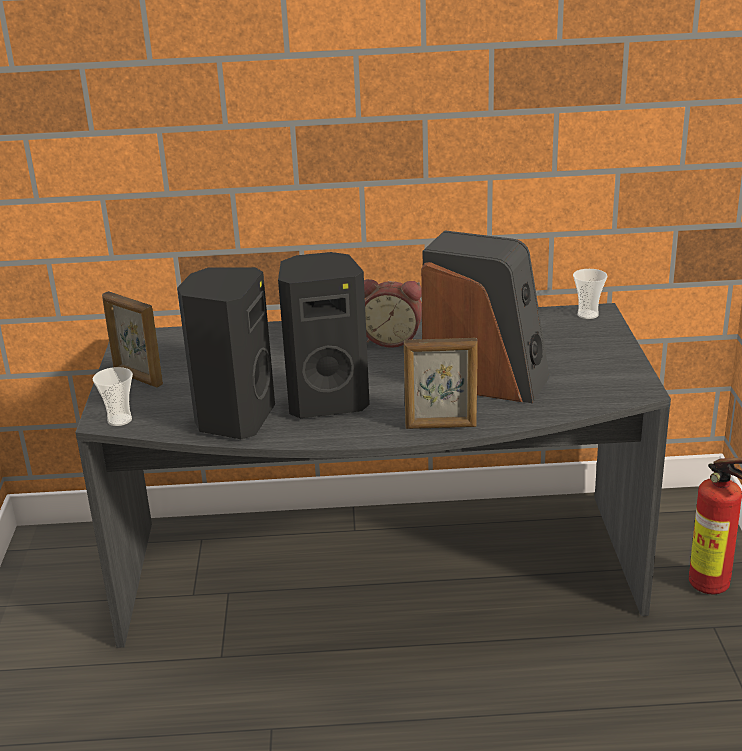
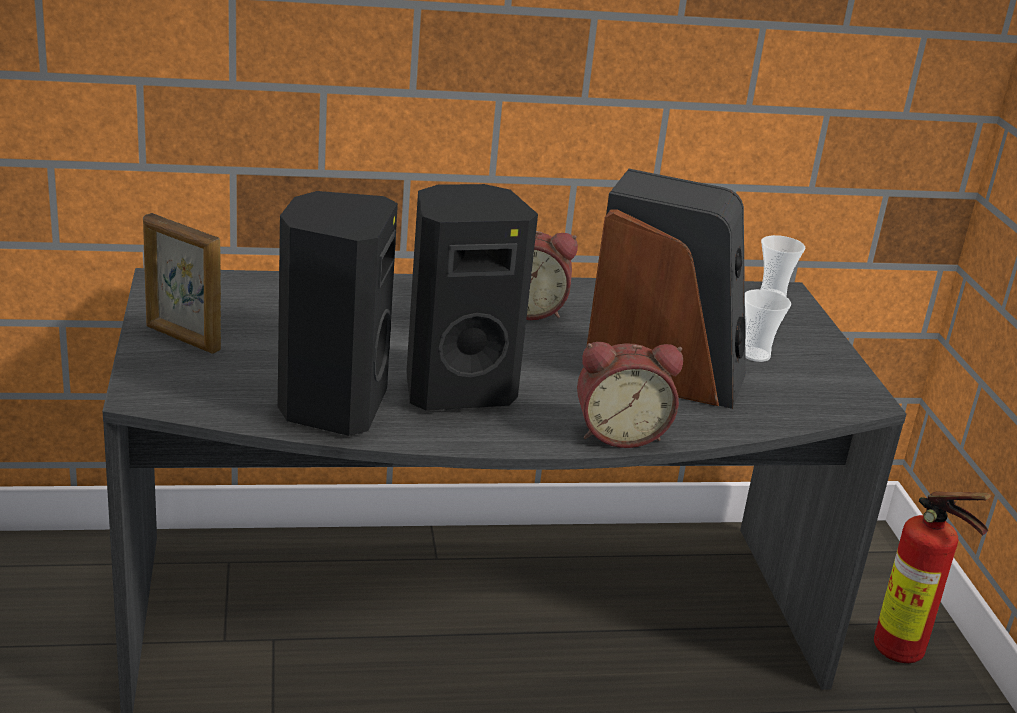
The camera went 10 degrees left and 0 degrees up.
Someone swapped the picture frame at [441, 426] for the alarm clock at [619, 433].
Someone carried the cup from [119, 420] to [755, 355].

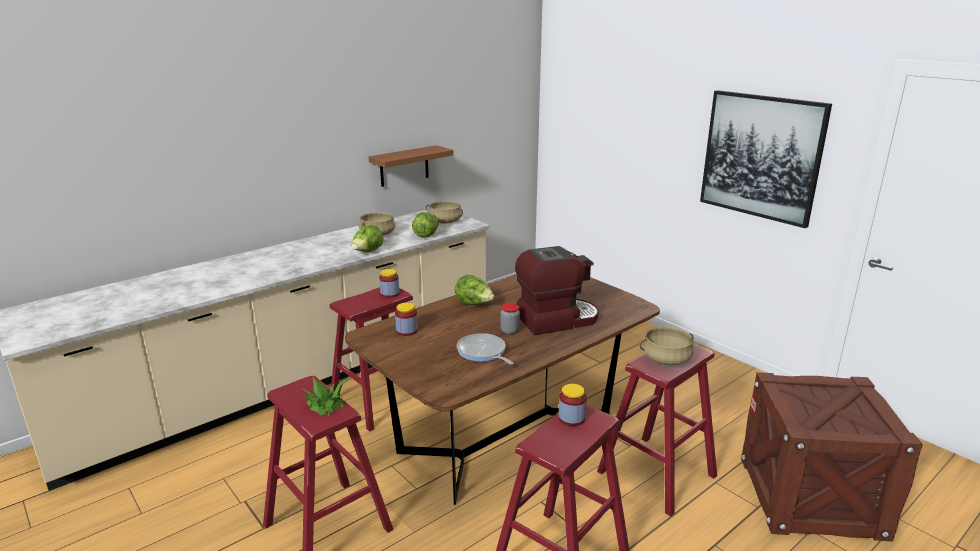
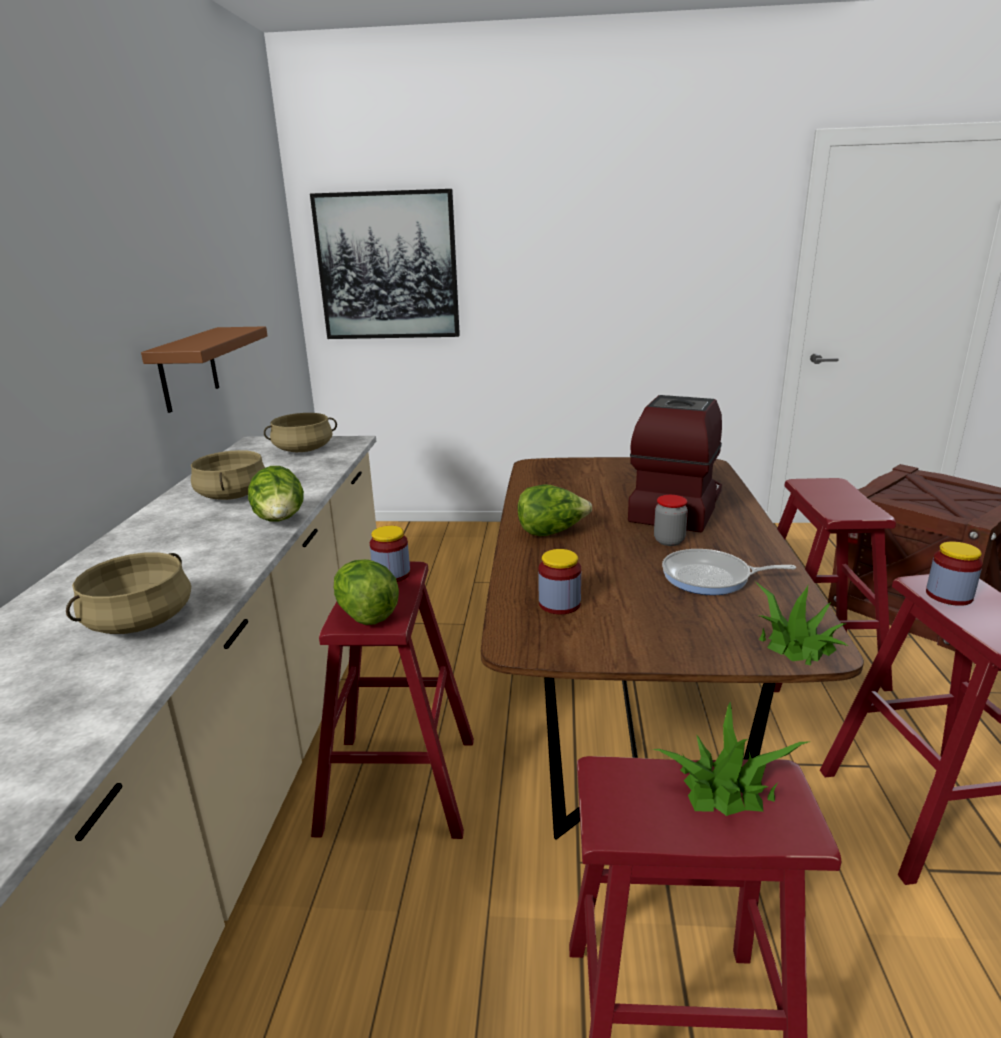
The camera went 45 degrees left and 0 degrees up.
Someone carried the picture from [761, 156] to [388, 266].
Someone carried the lettuce from [426, 235] to [366, 614].
Someone carried the cooking pot/beige from [666, 359] to [140, 620].
Someone put down the potted plant at [795, 644].

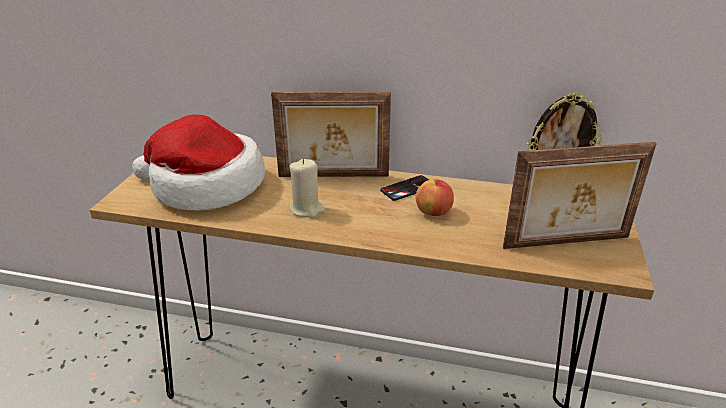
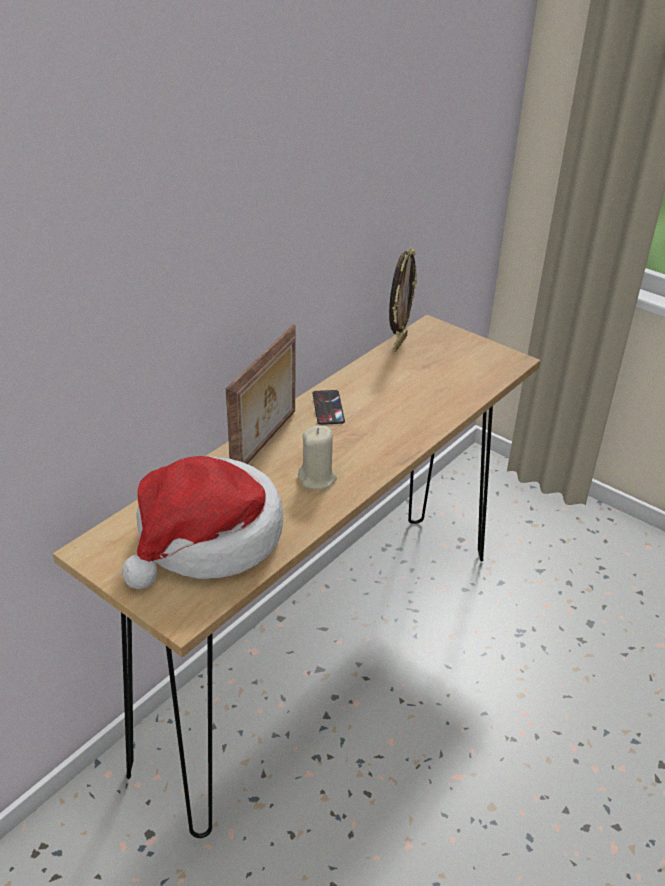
The camera went 65 degrees left and 5 degrees up.
Someone took away the picture frame at [567, 243].
Someone took away the apple at [434, 212].

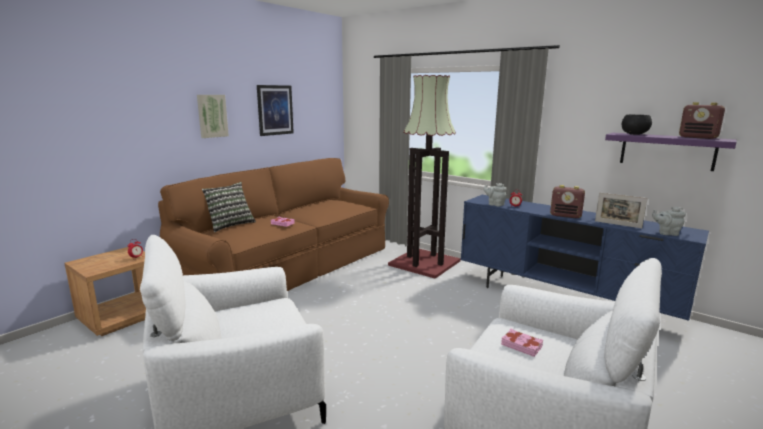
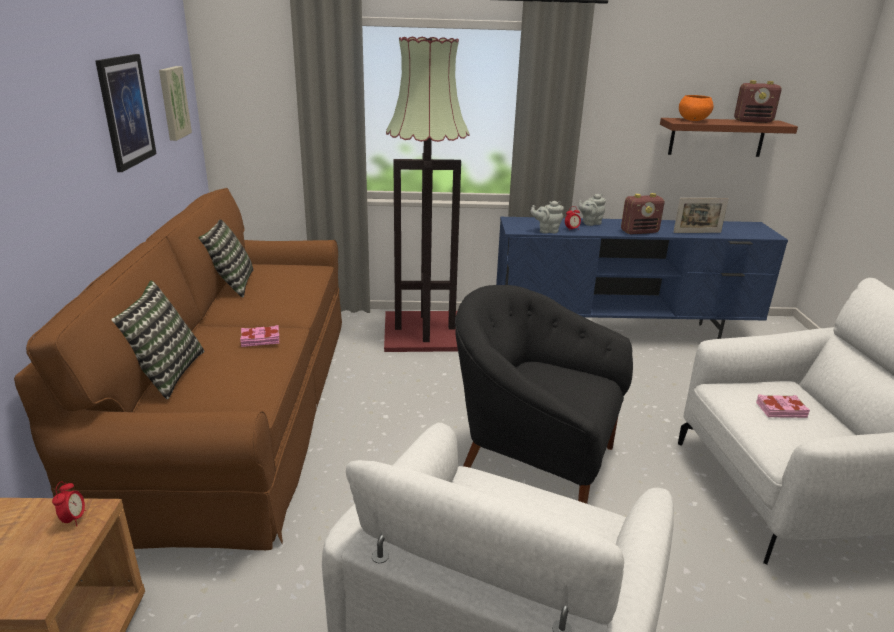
The camera went 40 degrees left and 10 degrees up.
Someone carried the picture from [212, 116] to [173, 103].
Someone repainted the bowl/black at [634, 134], which became the bowl/orange at [692, 120].
Someone repainted the shelf/purple at [667, 151], which became the shelf/brown at [717, 137].
Someone carried the teapot/grey from [666, 233] to [590, 223].
Someone put down the pillow at [230, 284].
Someone put down the armchair/black at [534, 469].

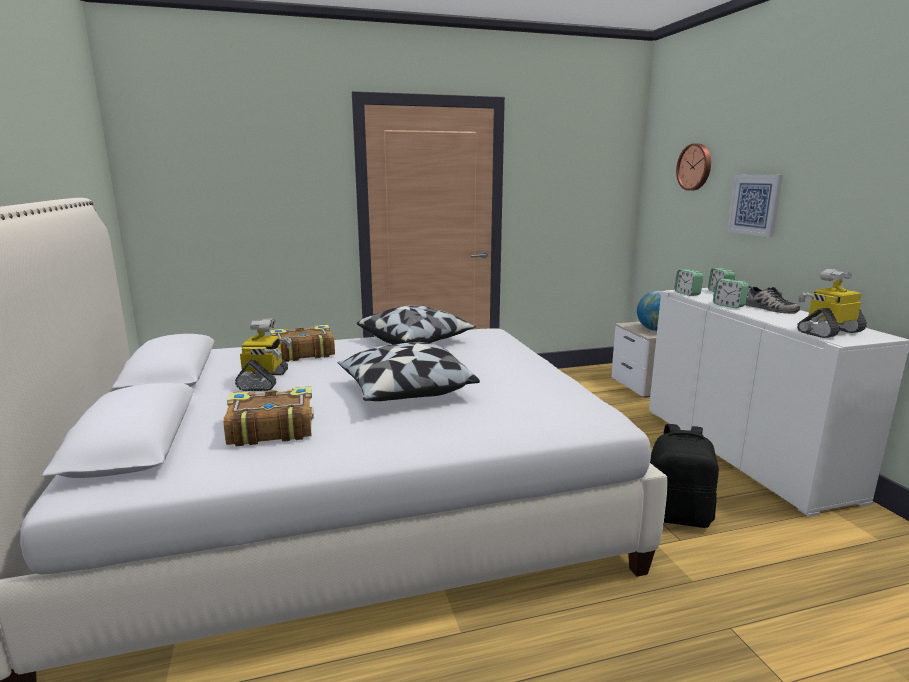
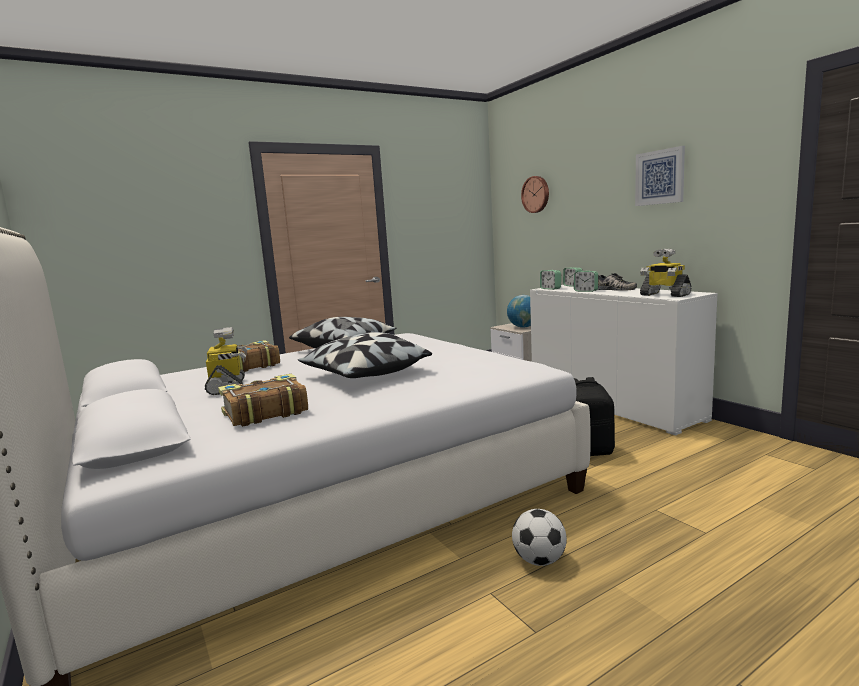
The camera went 15 degrees left and 5 degrees down.
Someone carried the picture from [755, 204] to [660, 177].
Someone rotated the toy robot at [829, 332] by 90 degrees counterclockwise.
Someone put down the football at [539, 560].

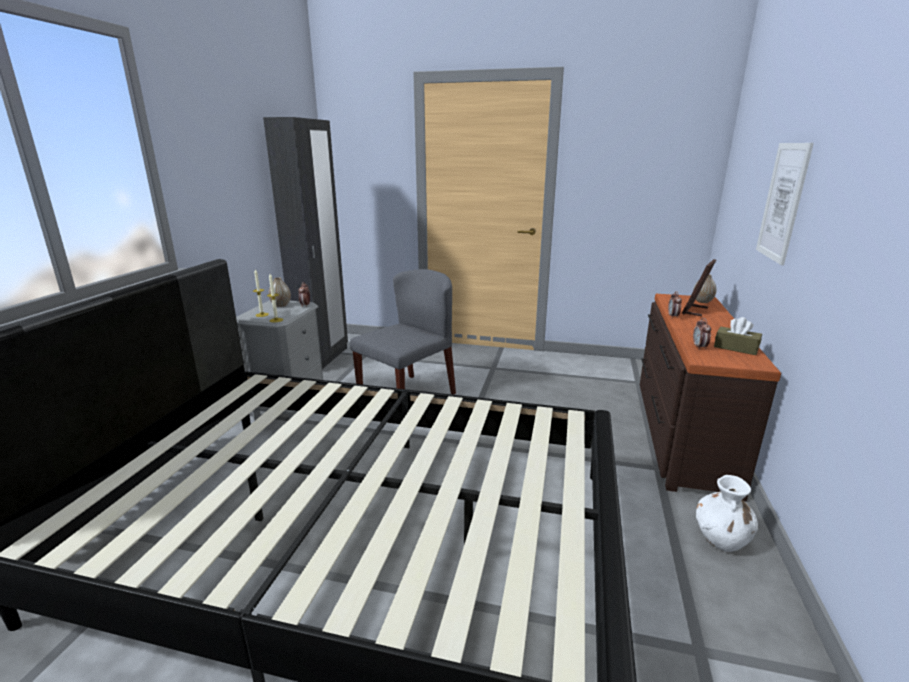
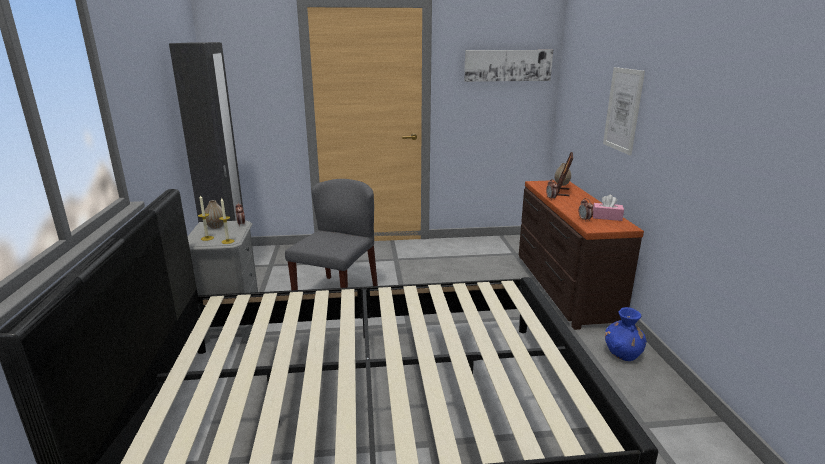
The camera went 20 degrees left and 0 degrees up.
Someone repainted the tissue box/brown at [736, 348], which became the tissue box/pink at [607, 217].
Someone repainted the vase/white at [721, 539], which became the vase/blue at [622, 354].
Someone put up the picture at [507, 65].

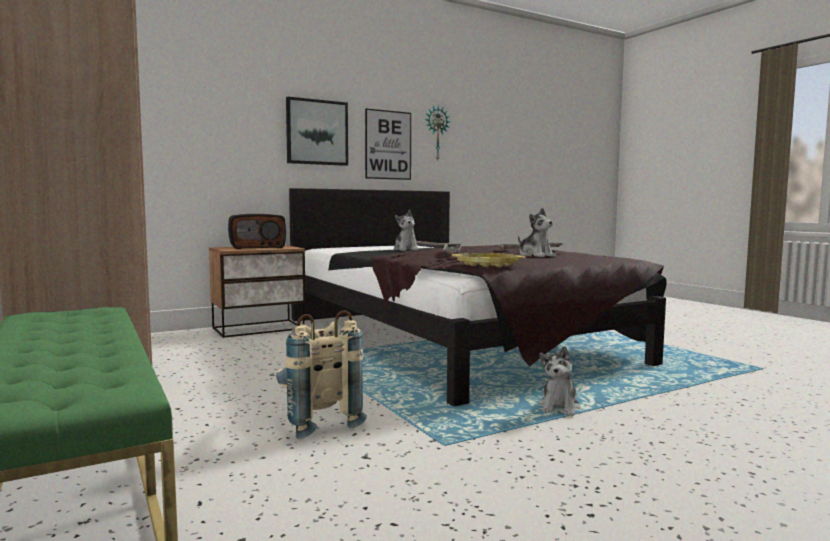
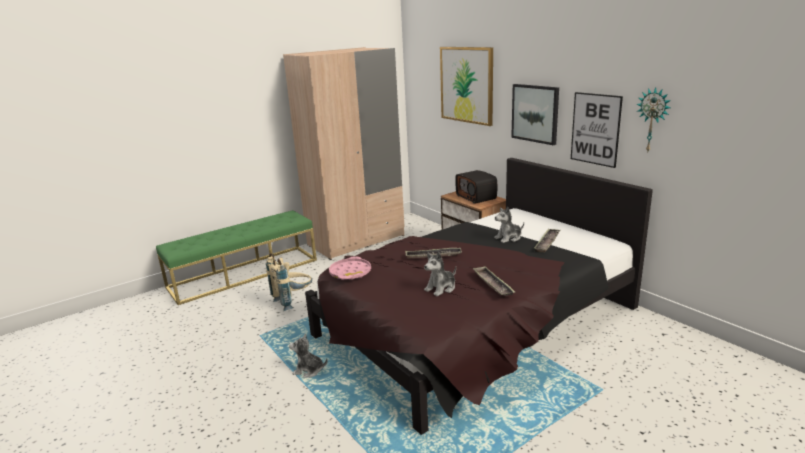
The camera went 85 degrees right and 15 degrees up.
Someone repainted the tray/yellow at [487, 265], which became the tray/pink at [350, 272].
Someone put up the picture at [466, 85].

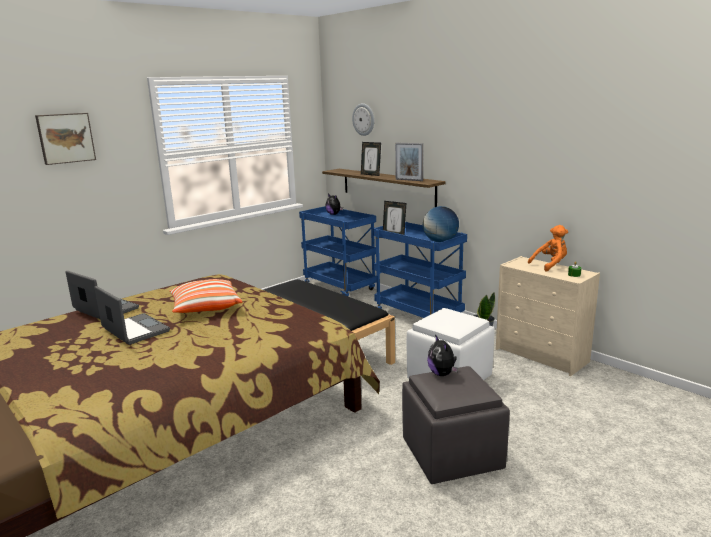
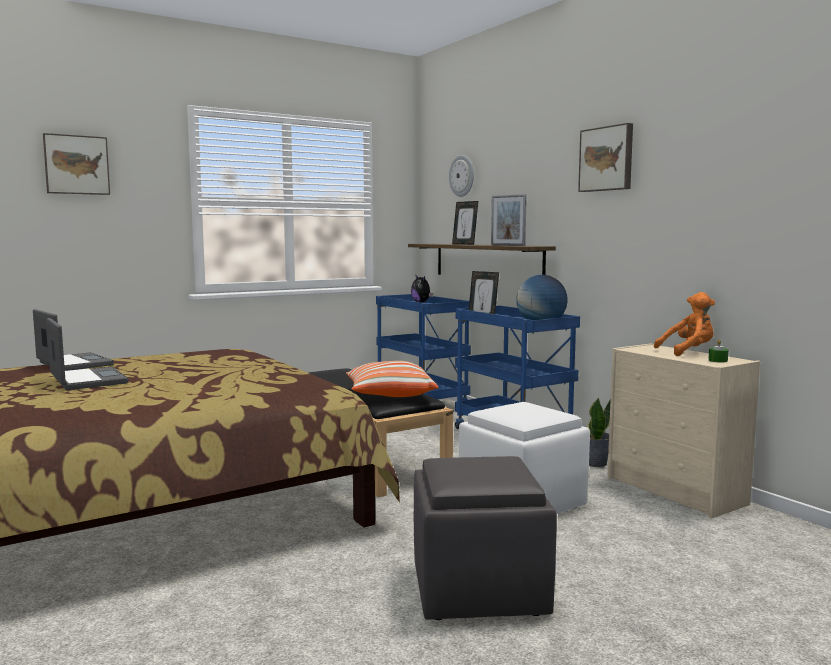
The camera went 10 degrees right and 10 degrees down.
Someone carried the pillow from [205, 308] to [389, 395].
Someone took away the plush toy at [442, 374].
Someone put up the picture at [607, 159].

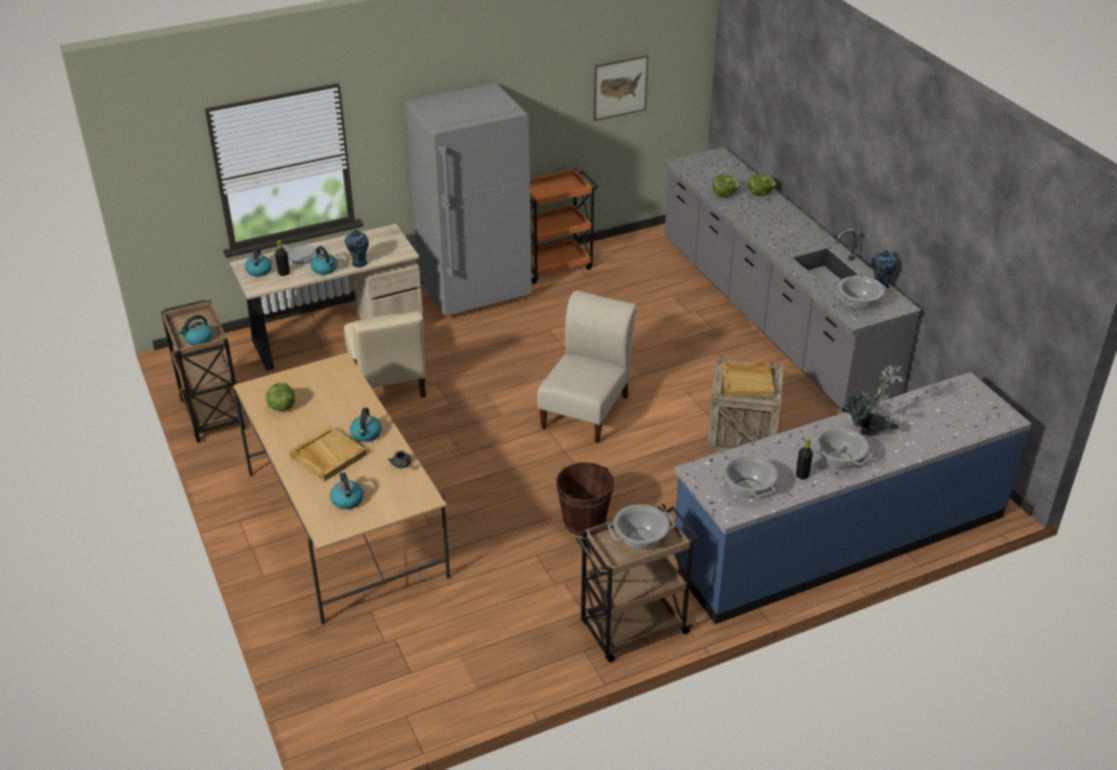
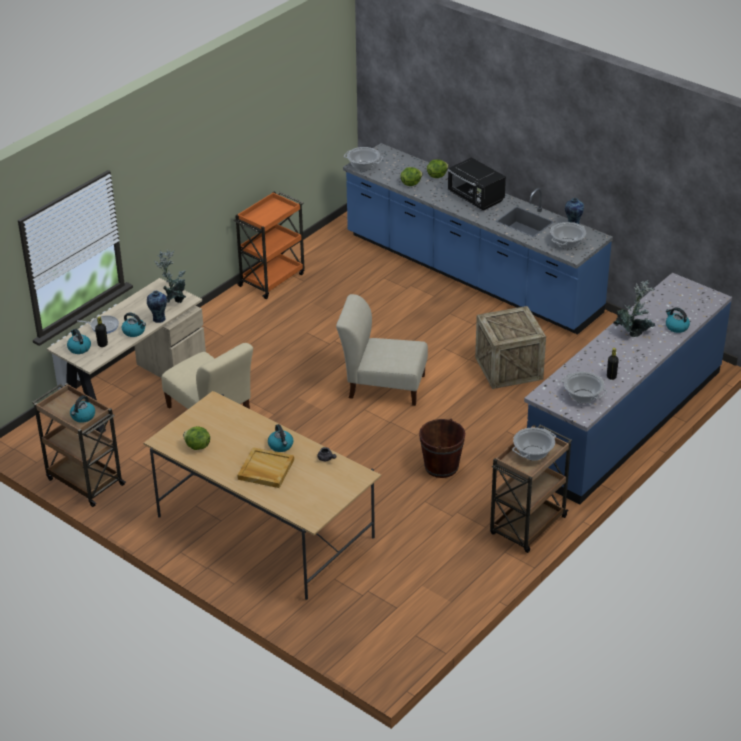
The camera went 25 degrees left and 0 degrees up.
Someone took away the picture at [620, 87].
Someone took away the fridge/grey at [476, 293].
Someone repainted the counter/grey at [771, 318], which became the counter/blue at [471, 274].
Someone rotated the chair/beige at [587, 409] by 75 degrees counterclockwise.
Someone took away the tray/beige at [747, 381].
Someone carried the cooking pot from [839, 459] to [363, 166].
Someone carried the kettle from [347, 499] to [676, 327].
Someone put down the microwave/black at [476, 198].
Someone put down the potted plant at [175, 300].

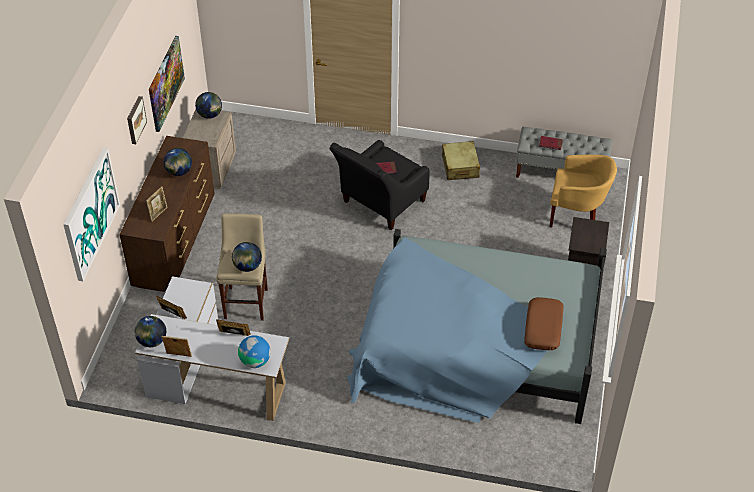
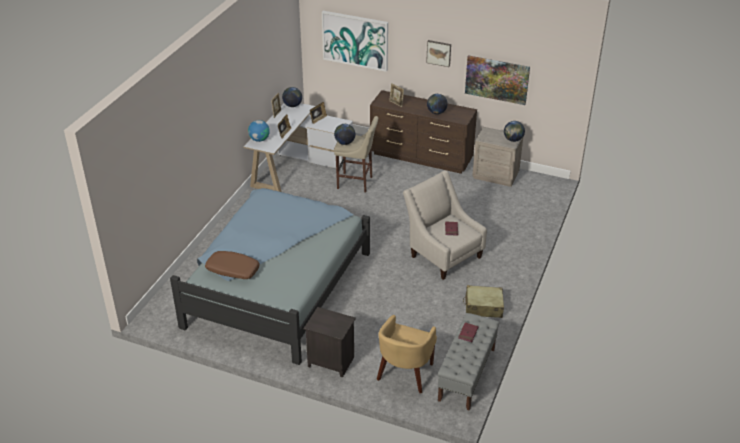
The camera went 100 degrees right and 10 degrees down.
Someone repainted the armchair/black at [380, 204], which became the armchair/beige at [442, 254].

